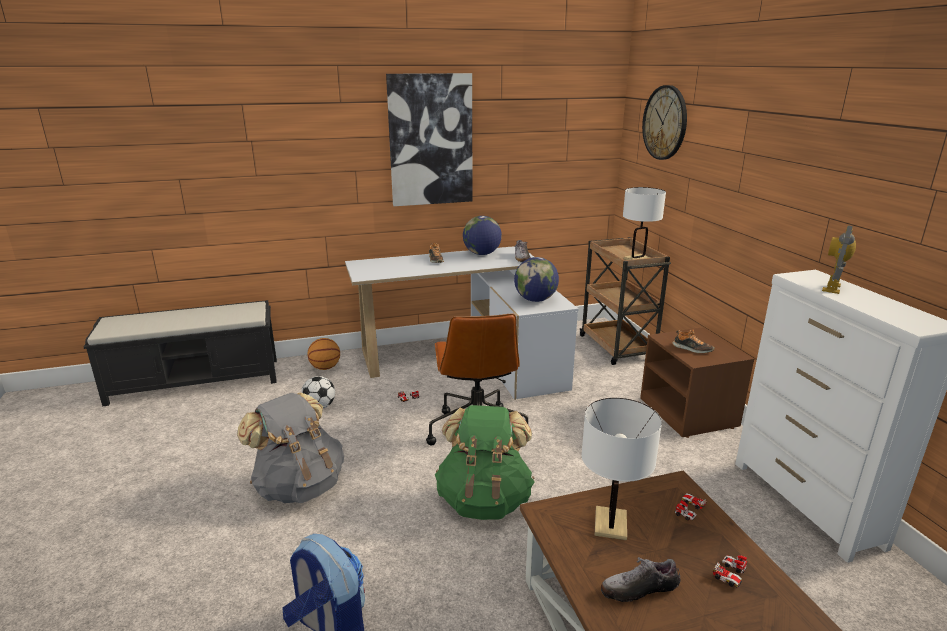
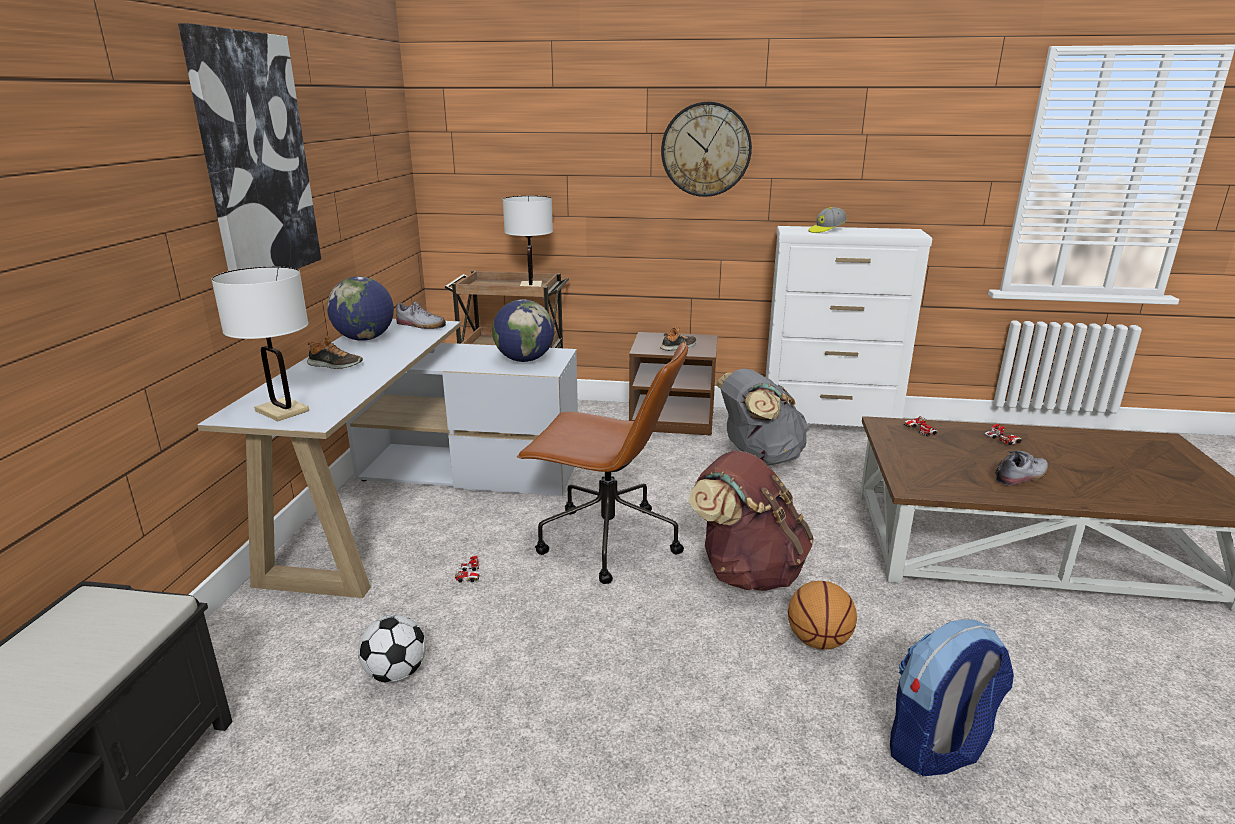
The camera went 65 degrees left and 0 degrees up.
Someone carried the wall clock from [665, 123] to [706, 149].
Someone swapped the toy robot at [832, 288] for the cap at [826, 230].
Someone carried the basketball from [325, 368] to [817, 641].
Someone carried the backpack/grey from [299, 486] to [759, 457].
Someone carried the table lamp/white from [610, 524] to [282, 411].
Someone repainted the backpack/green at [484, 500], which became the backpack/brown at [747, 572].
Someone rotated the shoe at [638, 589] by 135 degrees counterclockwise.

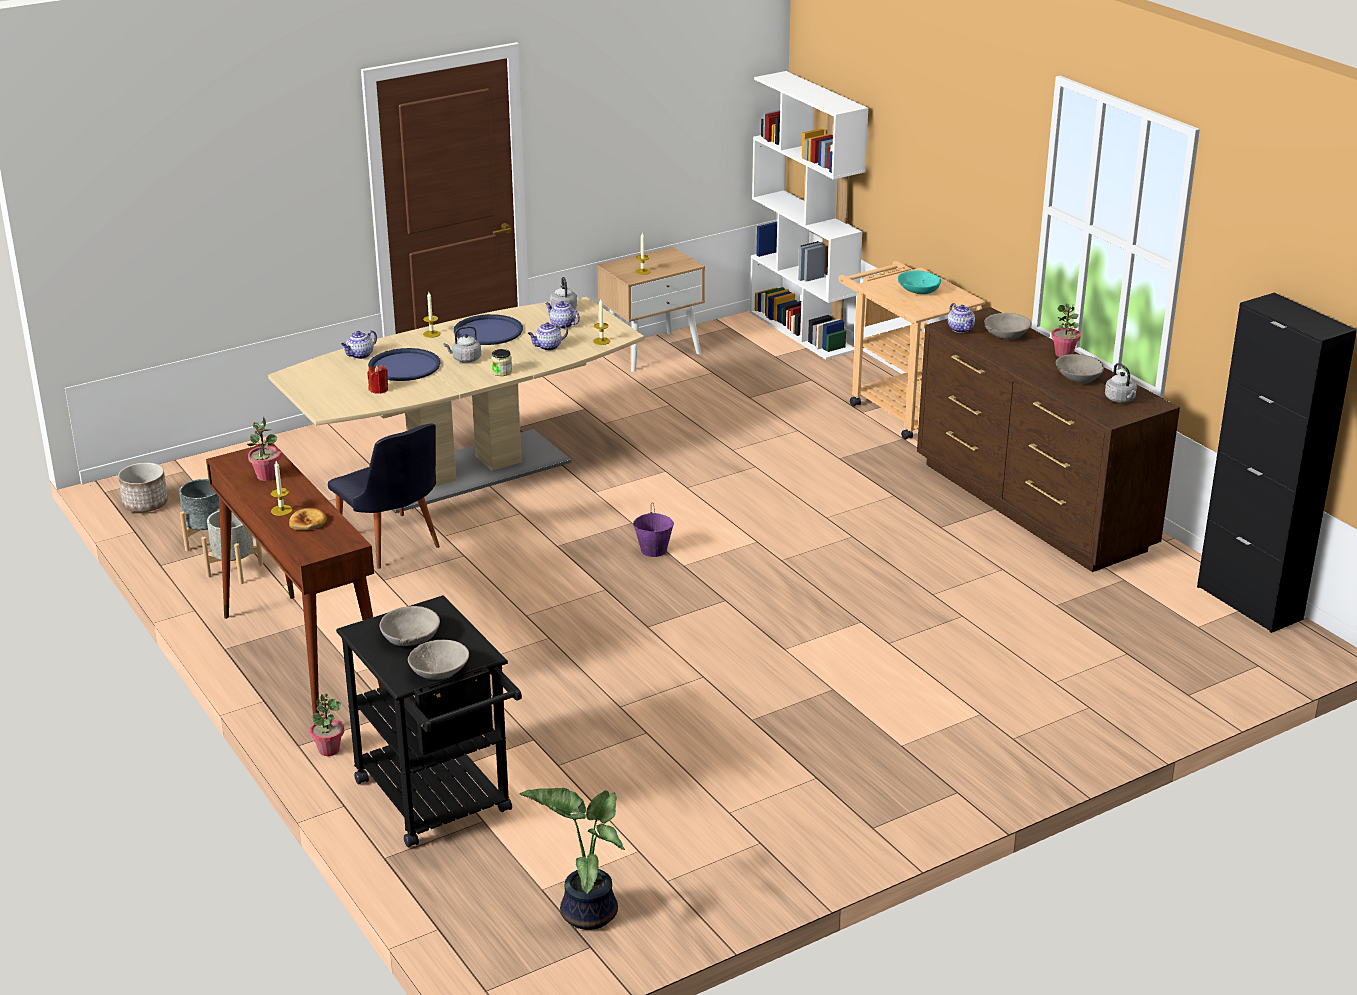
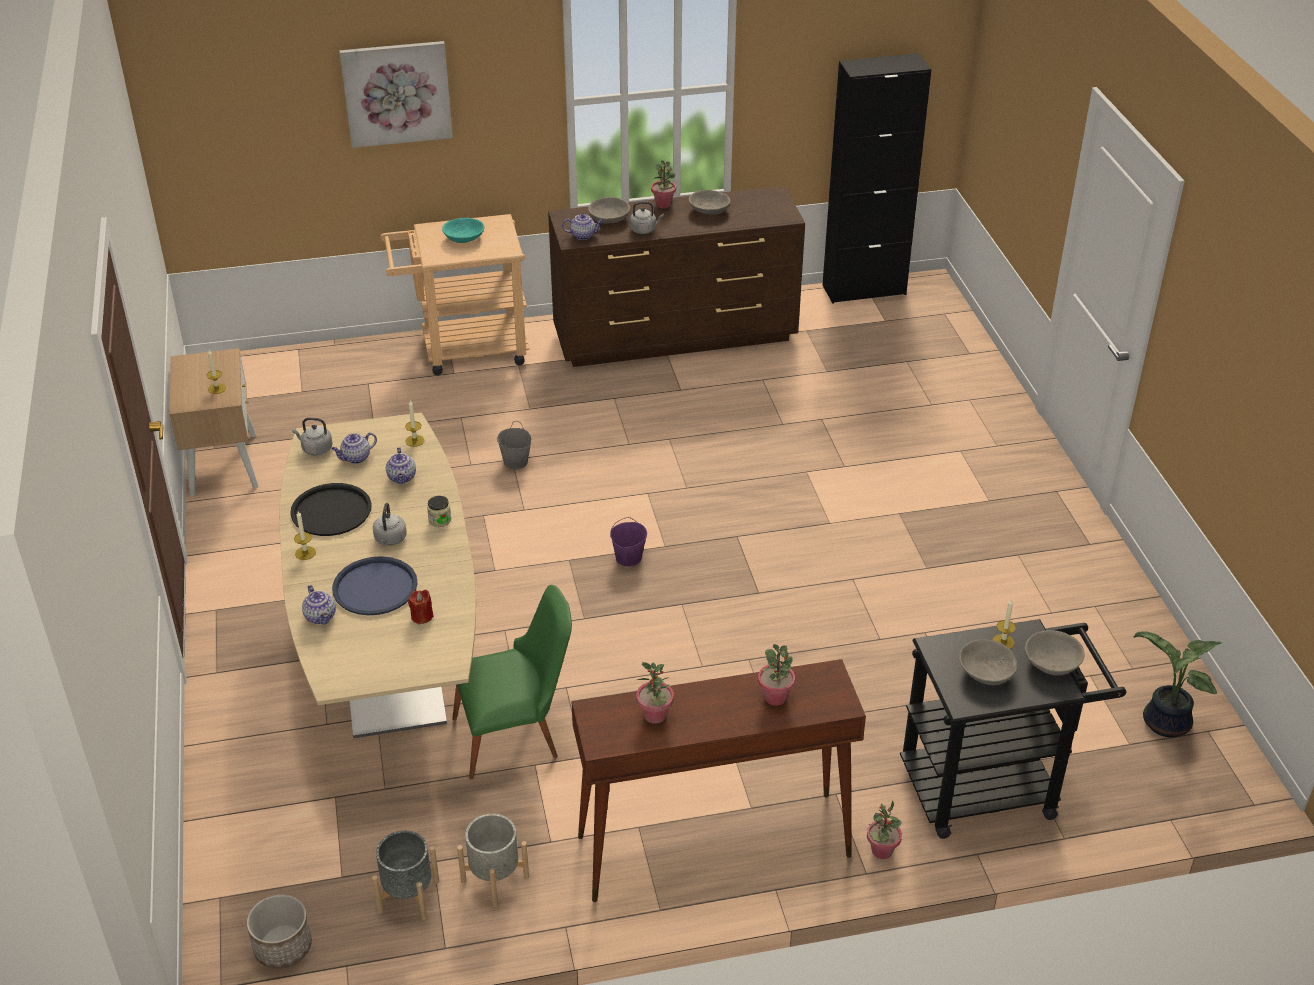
The camera went 70 degrees left and 10 degrees up.
Someone took away the bookcase/white at [803, 331].
Someone repainted the tray/blue at [488, 331], which became the tray/black at [331, 511].
Someone carried the kettle/grey from [1120, 400] to [644, 230].
Someone repainted the chair/black at [393, 546], which became the chair/green at [517, 737].
Someone carried the candle from [281, 510] to [1003, 642].
Someone swapped the bread at [308, 522] for the potted plant at [775, 697].
Someone put up the picture at [396, 93].
Someone put down the bucket/grey at [516, 462].

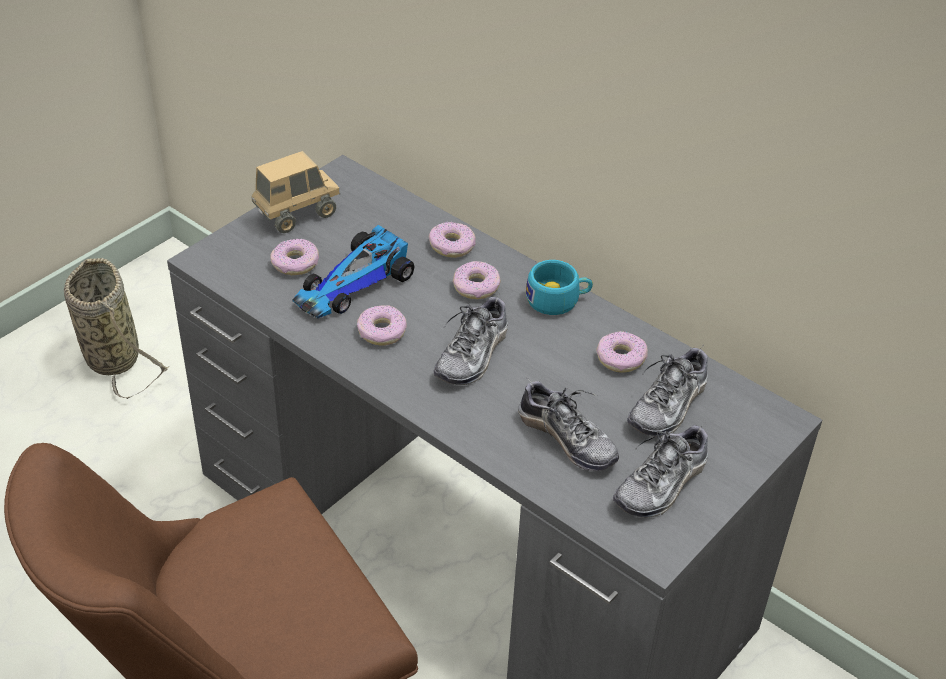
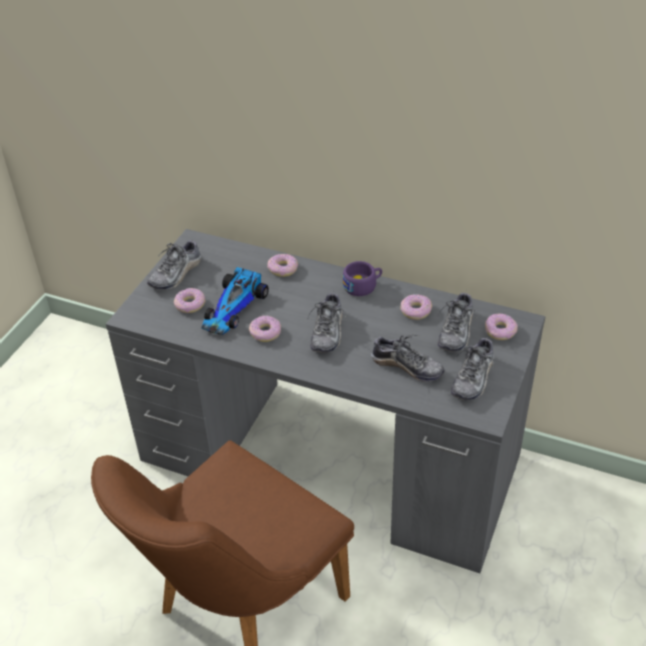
The camera went 15 degrees left and 0 degrees up.
Someone swapped the toy truck at [297, 215] for the shoe at [176, 274].
Someone took away the basket at [111, 354].
Someone repainted the cup/turquoise at [558, 300], which became the cup/purple at [363, 286].
Someone carried the donut from [476, 286] to [500, 331].

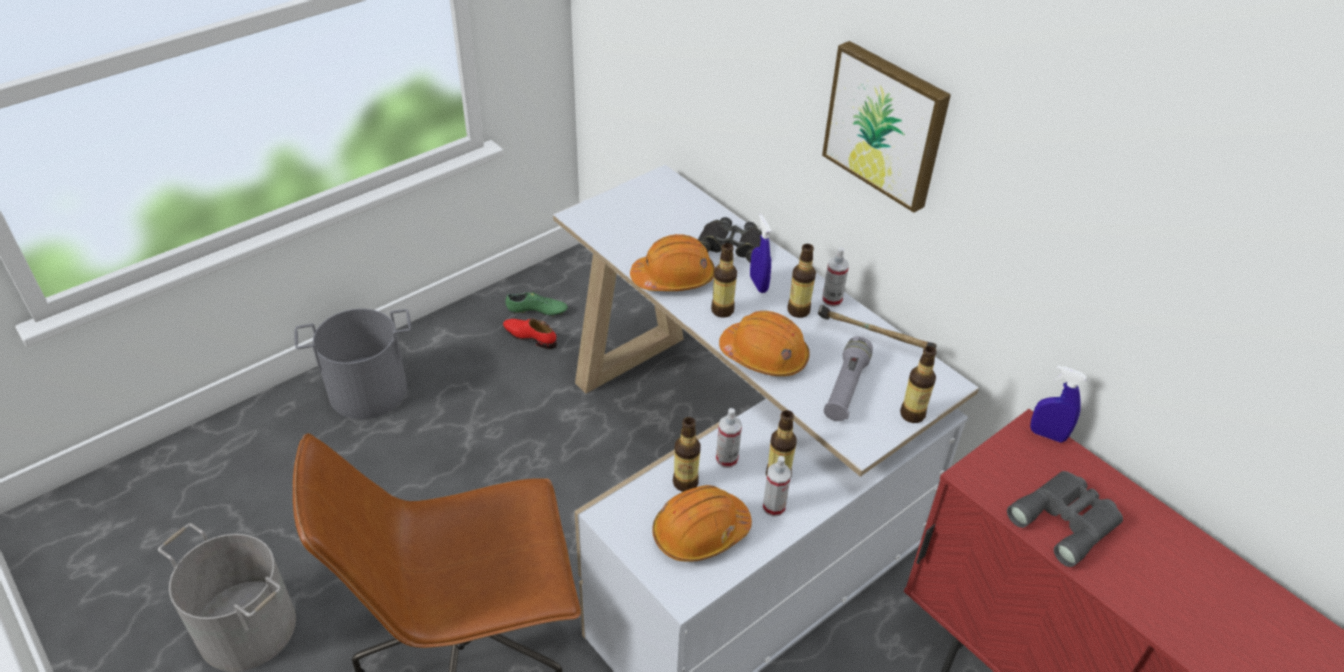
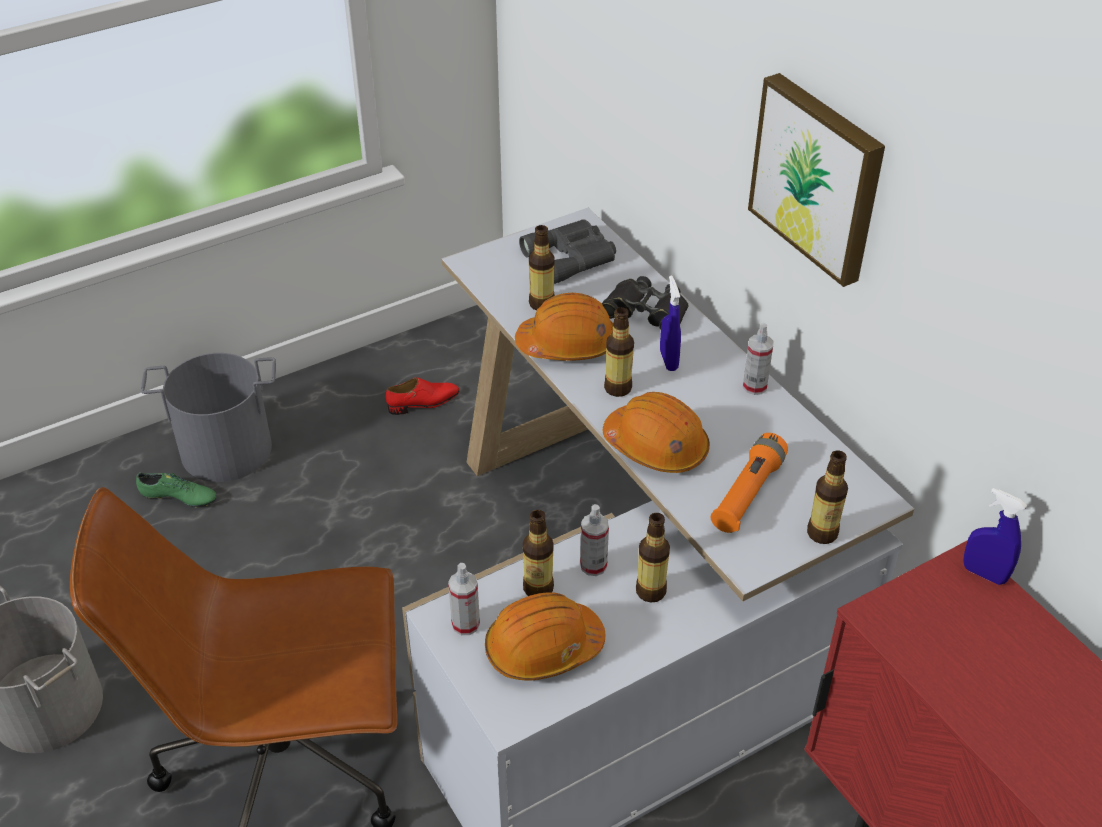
The camera went 10 degrees right and 0 degrees up.
Someone carried the bottle from [798, 311] to [541, 304].
Someone carried the shoe/green from [537, 311] to [178, 498].
Someone took away the hammer at [870, 338].
Someone rotated the shoe/red at [530, 337] by 120 degrees clockwise.
Someone repainted the flashlight/grey at [846, 388], which became the flashlight/orange at [747, 494].
Someone carried the spray bottle from [774, 507] to [465, 624].
Someone carried the binoculars/grey from [1067, 520] to [572, 257].

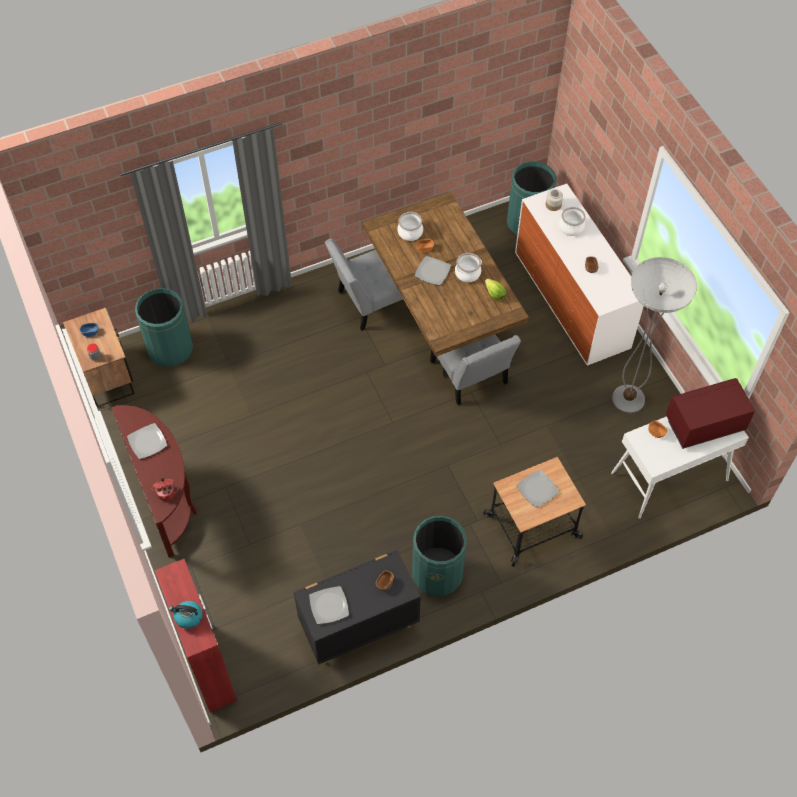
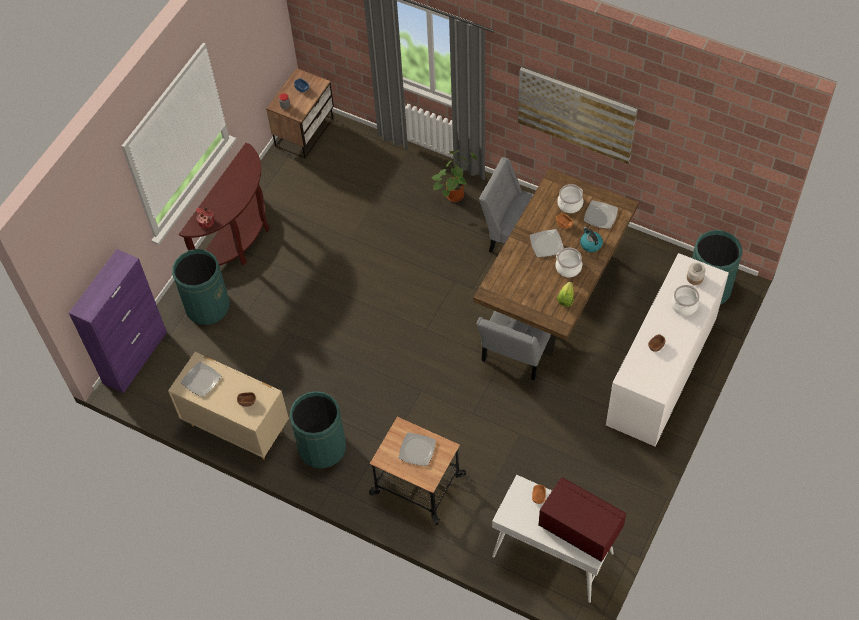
The camera went 55 degrees right and 0 degrees up.
Someone took away the floor lamp at [628, 399].
Someone carried the trash can/green from [170, 349] to [207, 306].
Someone carried the plate from [148, 442] to [600, 216].
Someone repainted the dresser/black at [358, 627], which became the dresser/beige at [236, 427].
Someone repainted the cabinet/red at [208, 665], which became the cabinet/purple at [135, 357].
Someone carried the kettle from [188, 617] to [590, 244].
Someone put up the picture at [576, 114].
Someone put down the potted plant at [455, 193].

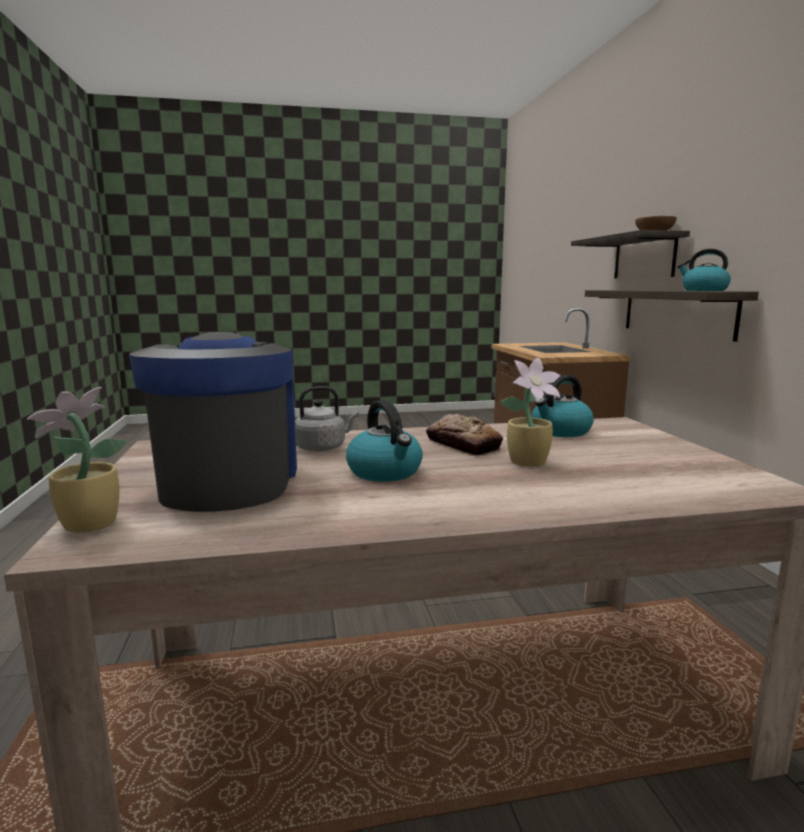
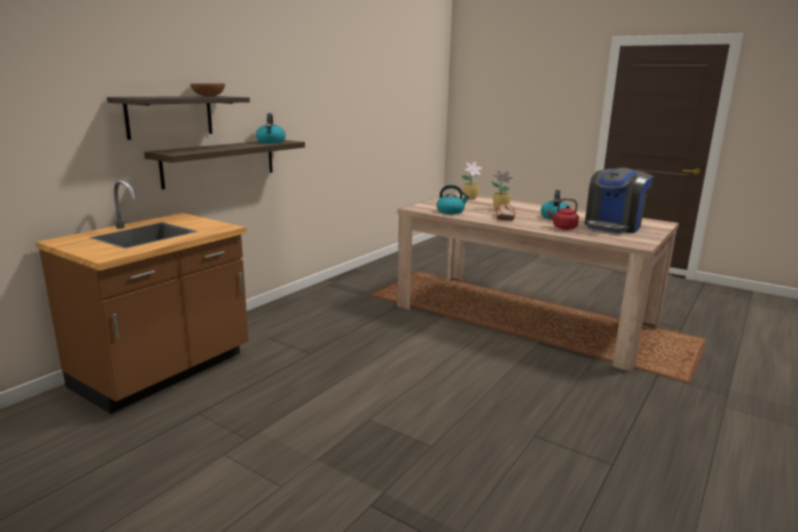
The camera went 135 degrees left and 5 degrees up.
Someone repainted the kettle/grey at [323, 448], which became the kettle/red at [563, 228].
Someone carried the potted plant from [87, 525] to [470, 198].

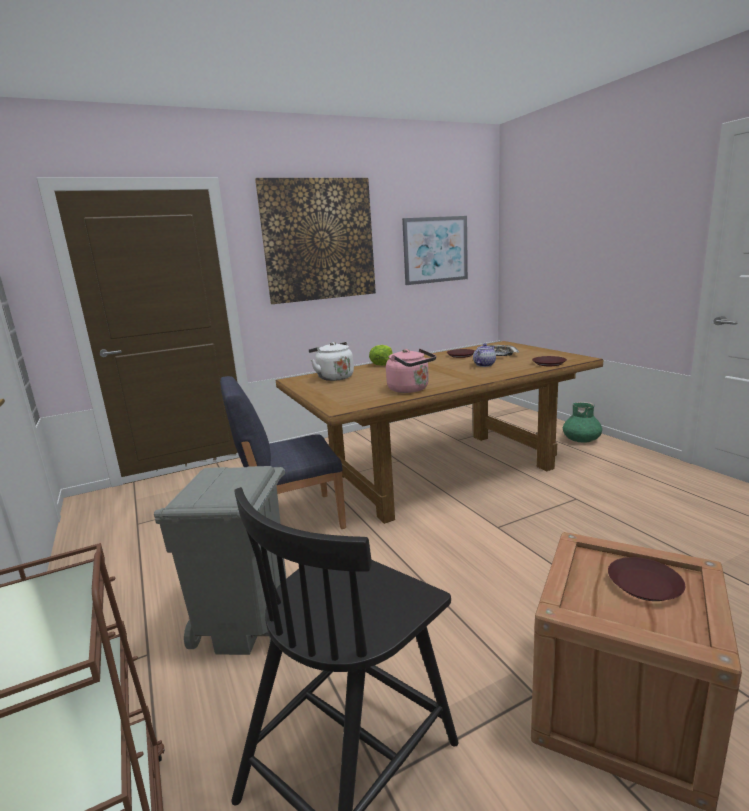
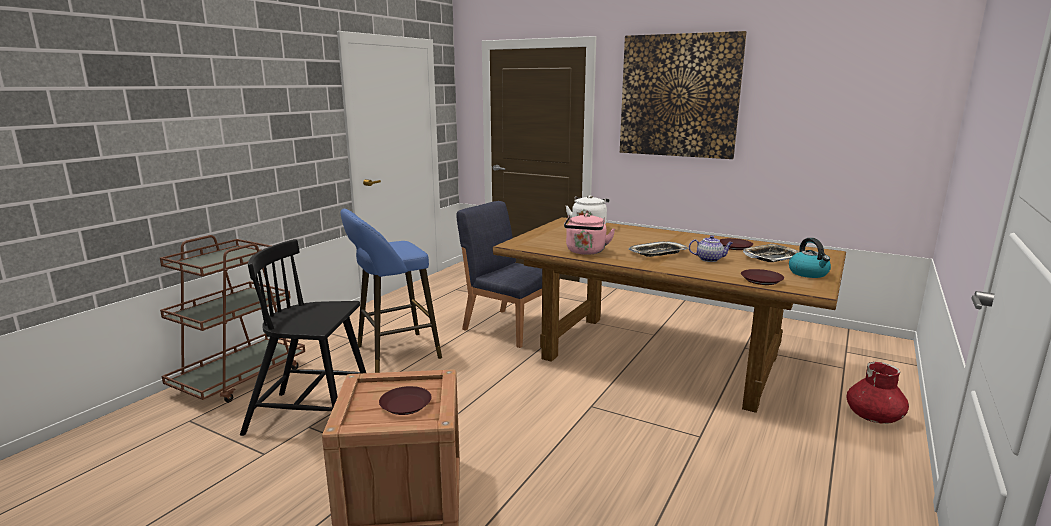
The camera went 55 degrees right and 0 degrees up.
Someone took away the picture at [435, 250].
Someone took away the lettuce at [382, 364].
Someone repainted the vase/green at [581, 440], which became the vase/red at [874, 417].
Someone swapped the trash can/grey at [245, 624] for the stool/blue at [393, 353].
Someone put down the kettle at [809, 273].
Someone put down the tray at [658, 253].

